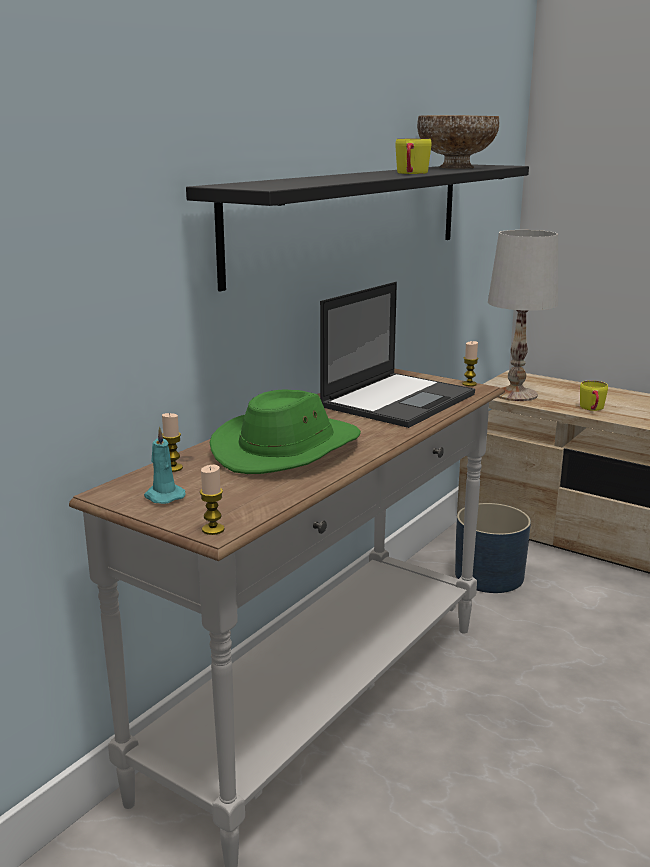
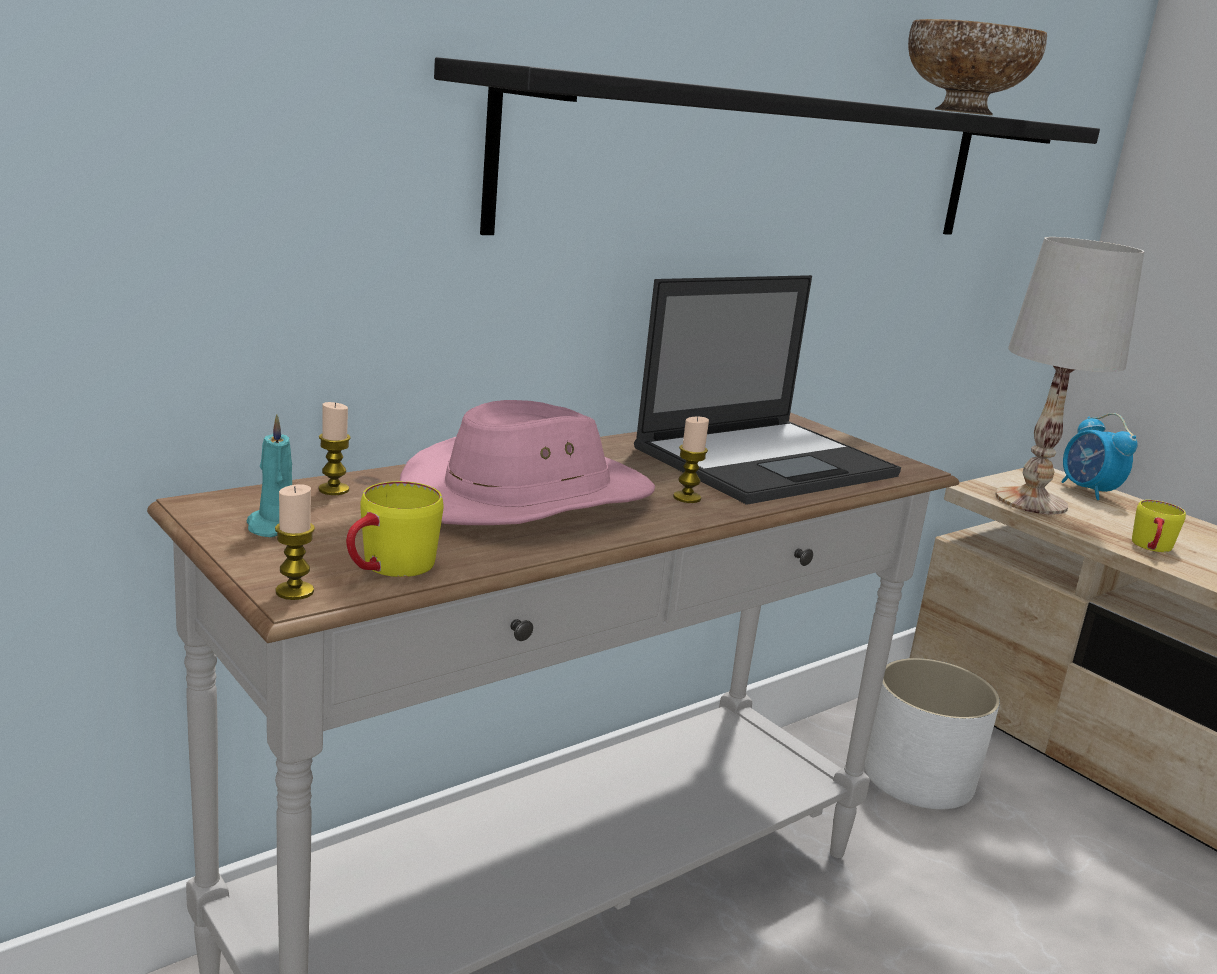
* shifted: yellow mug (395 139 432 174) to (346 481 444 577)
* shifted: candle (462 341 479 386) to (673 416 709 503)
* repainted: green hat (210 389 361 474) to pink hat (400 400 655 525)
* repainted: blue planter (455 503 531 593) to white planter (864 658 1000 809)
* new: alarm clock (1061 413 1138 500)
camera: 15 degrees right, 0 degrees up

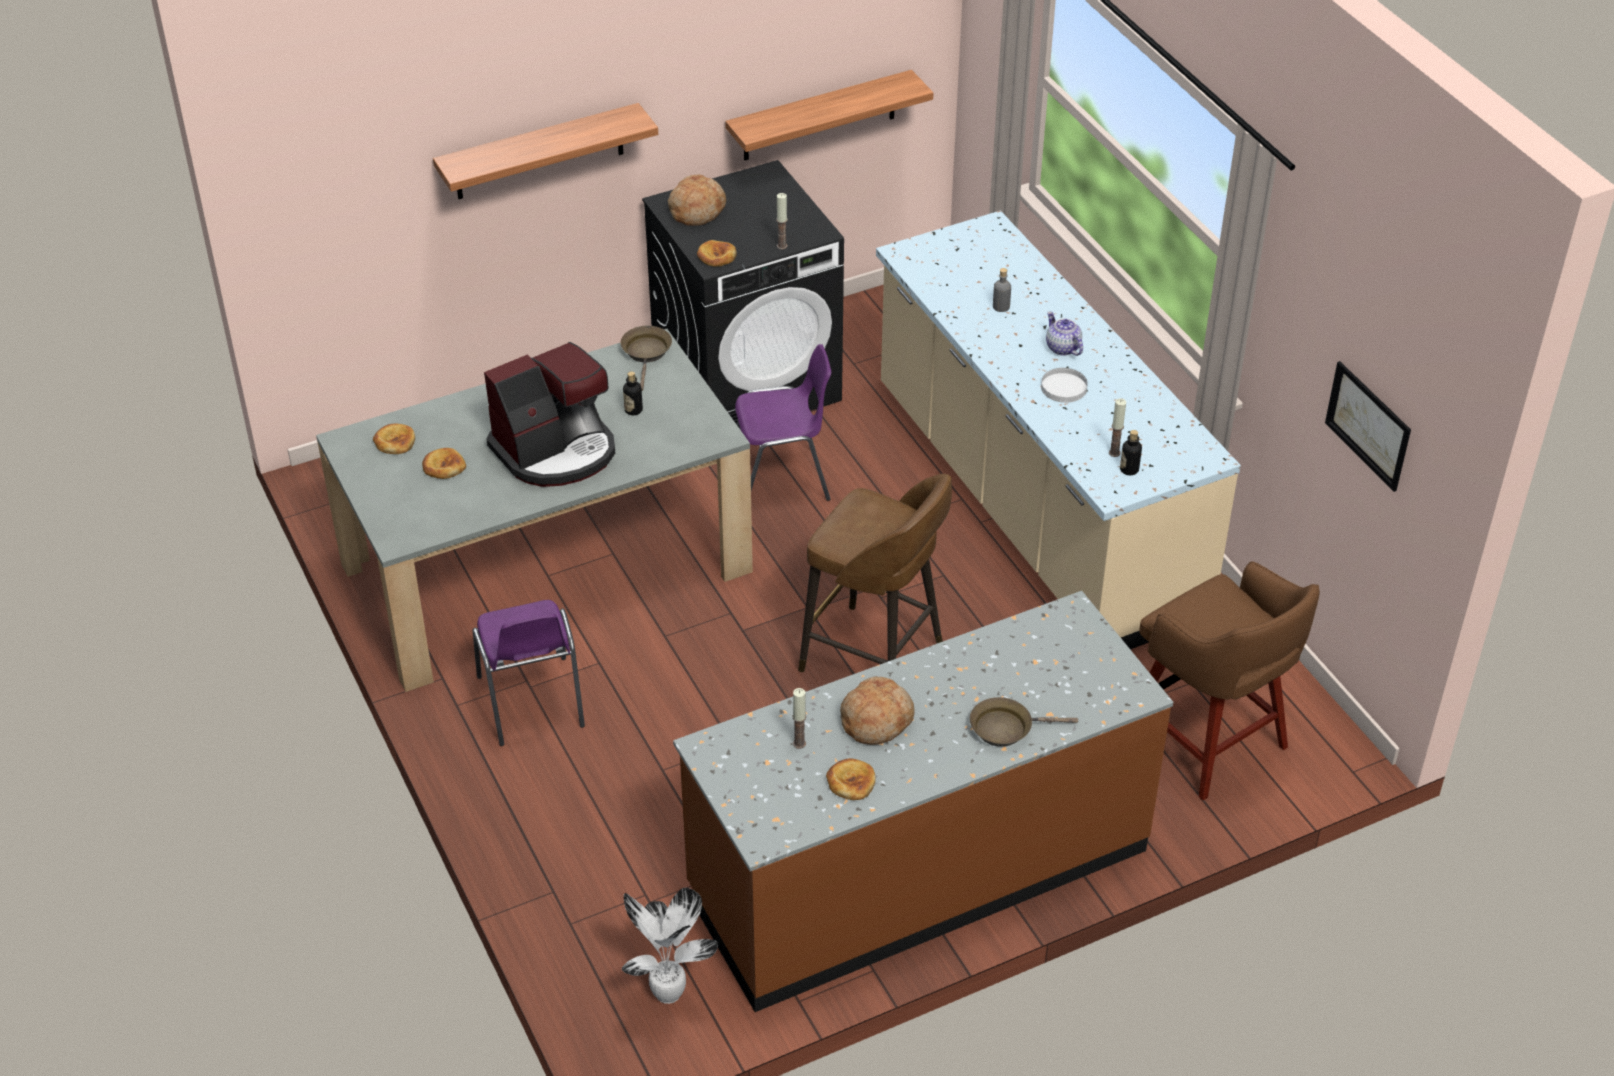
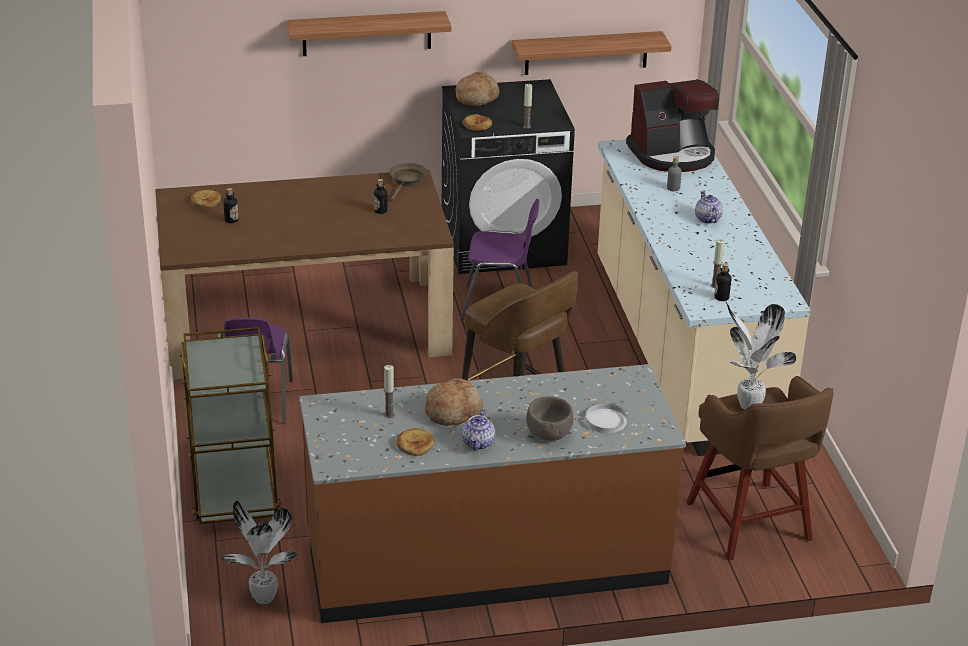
* repainted: grey dining table (316 329 753 692) to brown dining table (155 170 454 380)
* shifted: coffee machine (484 342 615 487) to (626 79 719 172)
* gone: picture (1325 361 1411 492)
* shifted: white plate (1041 368 1088 403) to (586 404 627 433)
* swapped: bread (422 448 466 479) to bottle (224 188 238 223)
* swapped: brown frying pan (970 697 1078 747) to brown bowl (526 396 574 441)
* new: potted plant (725 301 796 410)
* new: brown cart (179 327 281 524)
* new: teapot (462 409 495 450)
camera: 15 degrees right, 10 degrees down

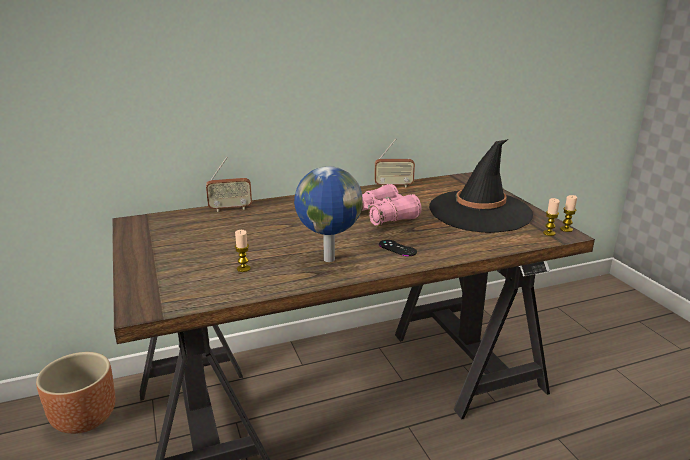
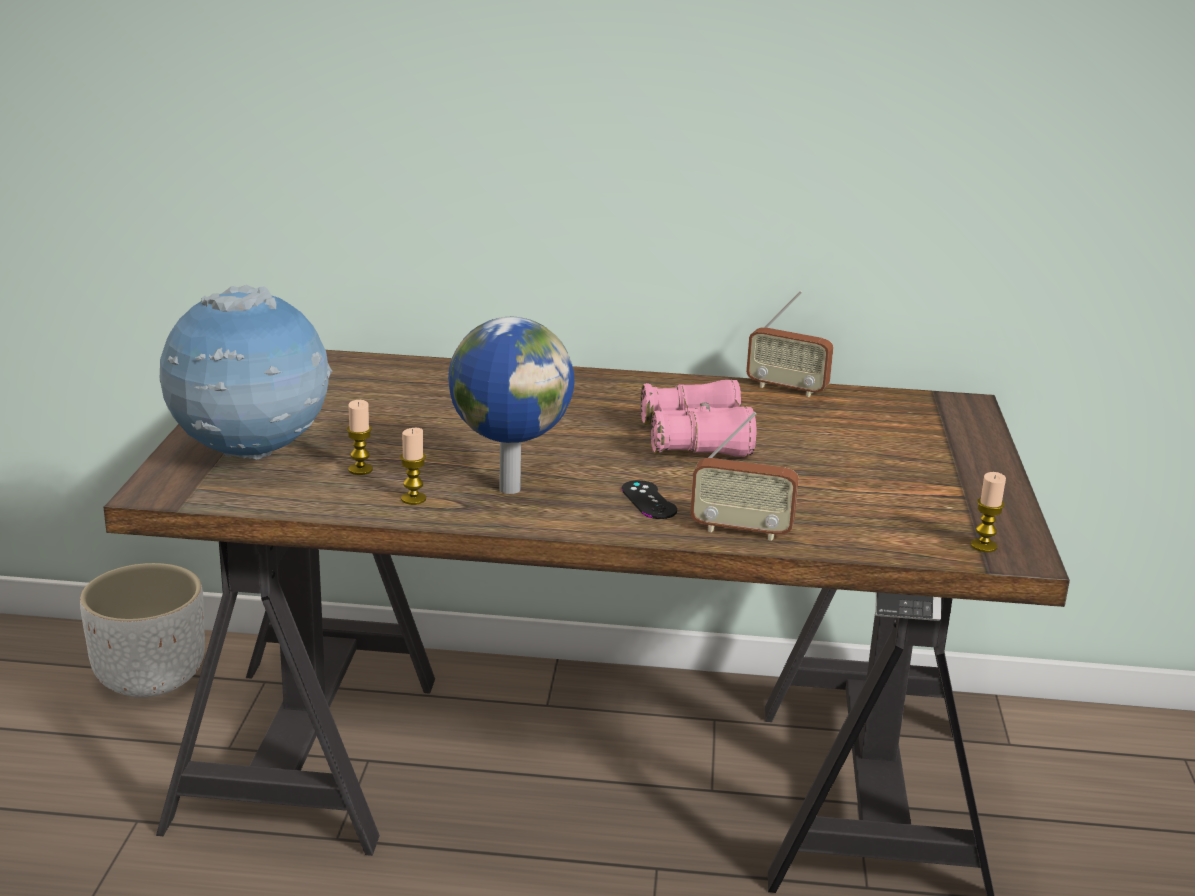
* gone: black hat (429 139 533 233)
* shifted: radio (206 157 252 212) to (690 412 799 541)
* shifted: candle (560 195 577 232) to (400 428 426 505)
* repainted: brown planter (36 352 115 434) to white planter (80 563 205 697)
* new: globe (160 285 332 460)
camera: 25 degrees right, 0 degrees up

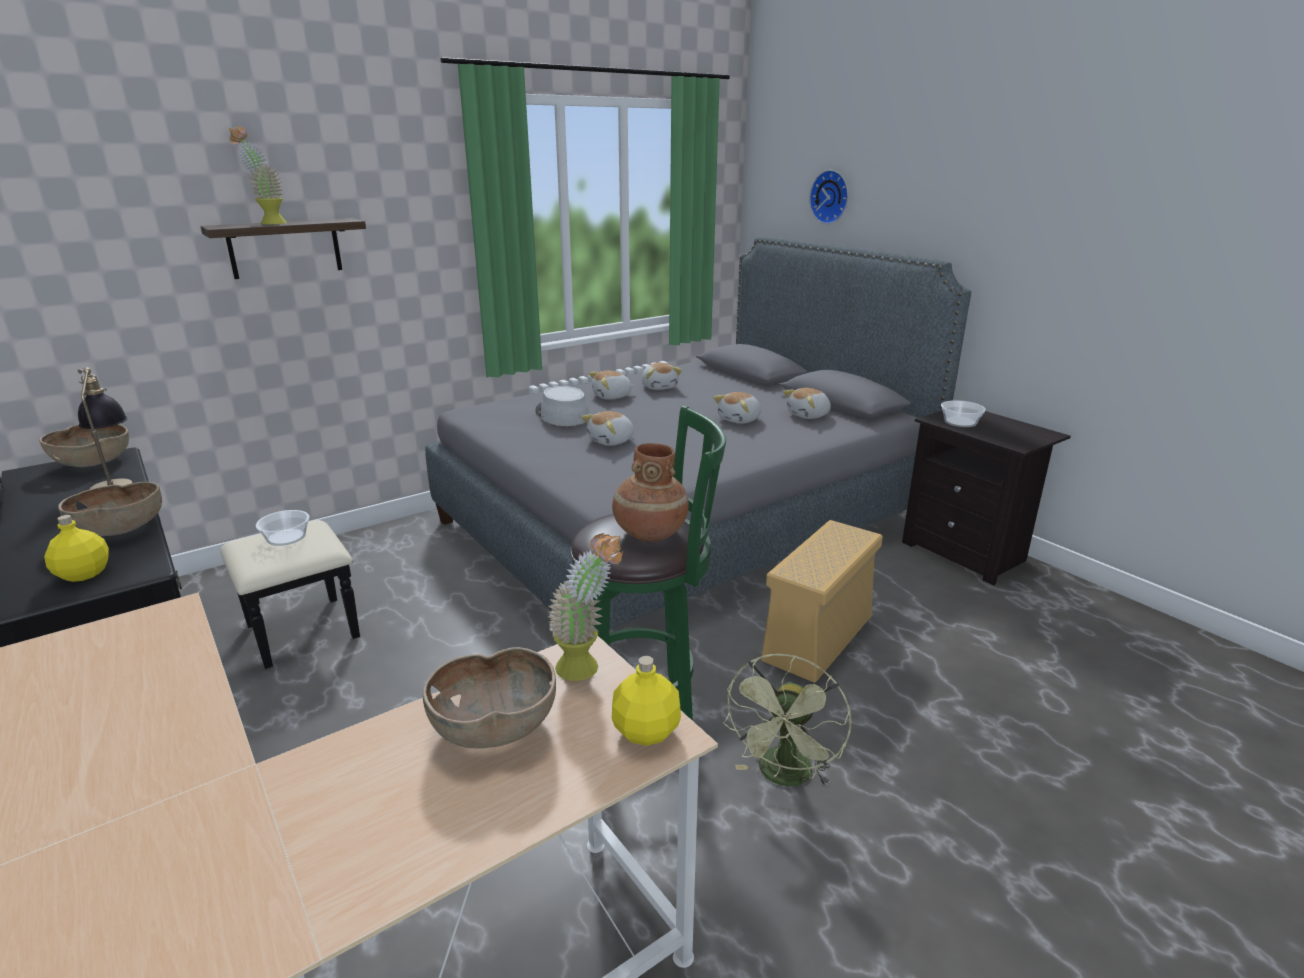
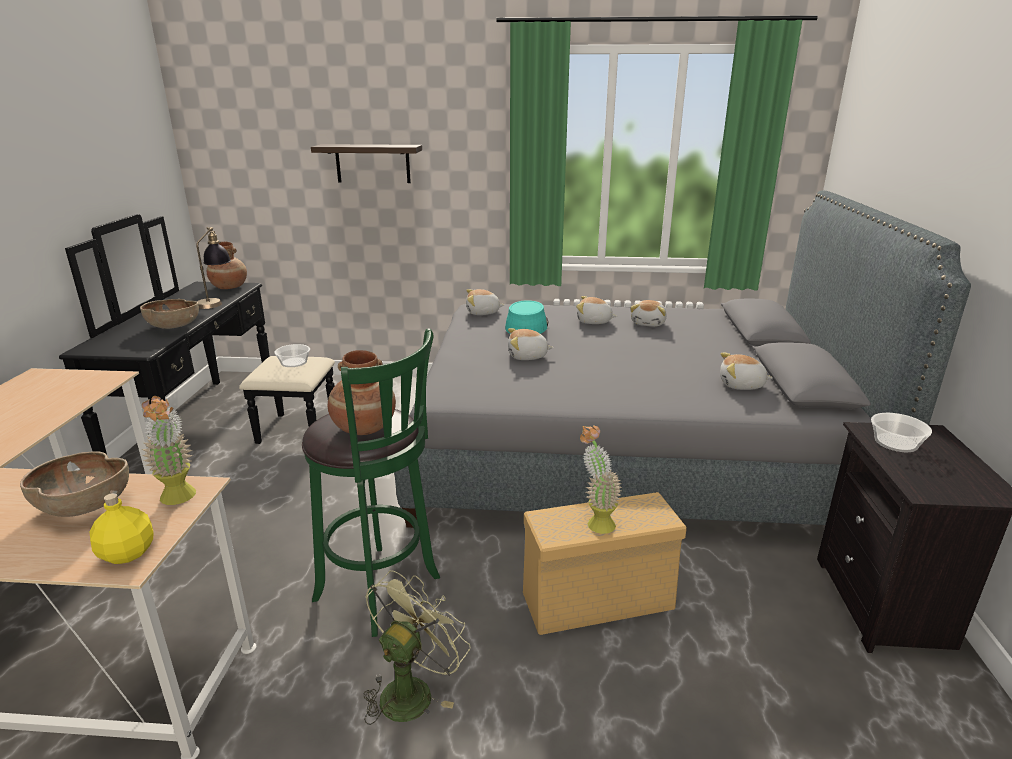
* shifted: potted plant (229 127 287 225) to (580 425 622 534)
* gone: wall clock (809 170 848 224)
* repainted: grey hat (536 386 589 426) to turquoise hat (505 300 549 334)
* shifted: plush toy (714 392 761 424) to (466 289 504 315)
* swapped: brown bowl (39 424 129 467) to brown vase (207 242 247 289)
* gone: yellow bottle (44 515 109 582)
* rotated: green fan (723 654 851 786) = (364 570 470 725) 150 degrees clockwise
camera: 40 degrees right, 0 degrees up

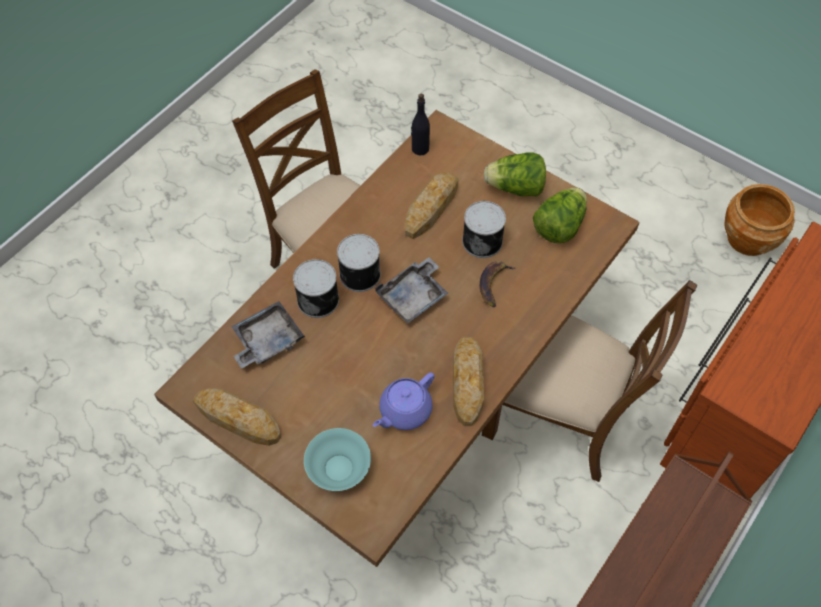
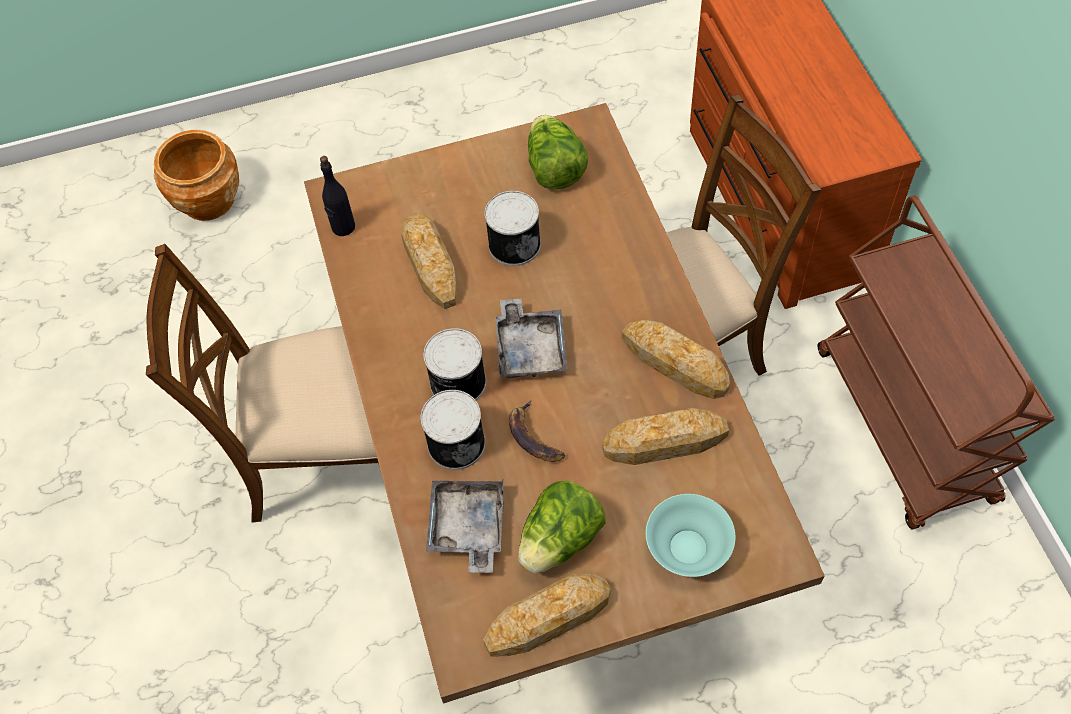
* shifted: lettuce (484 153 546 196) to (518 480 606 573)
* shifted: brown planter (724 184 795 256) to (154 129 239 221)
* shifted: banana (480 261 516 307) to (509 400 565 462)
* swapped: purple teapot (373 372 435 430) to bread (602 408 729 465)
camera: 50 degrees left, 0 degrees up

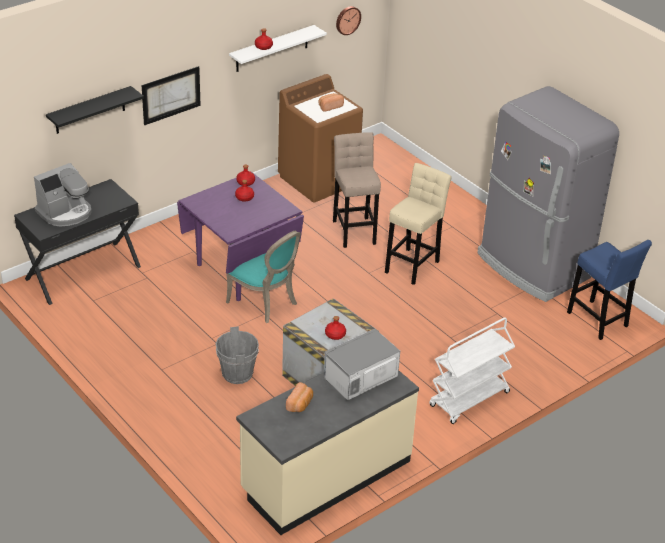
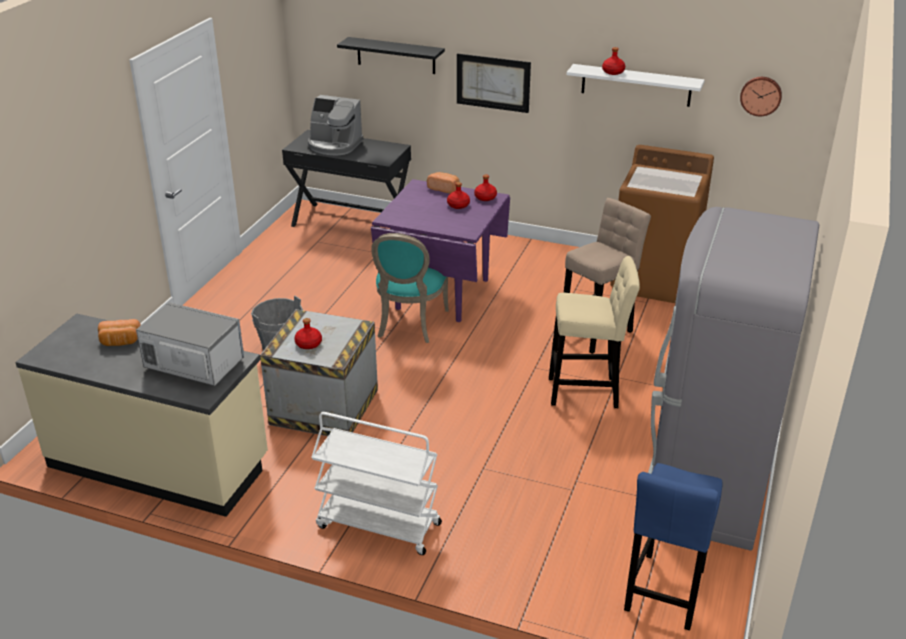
* shifted: bread (318 93 344 112) to (427 172 459 194)
camera: 60 degrees right, 5 degrees down

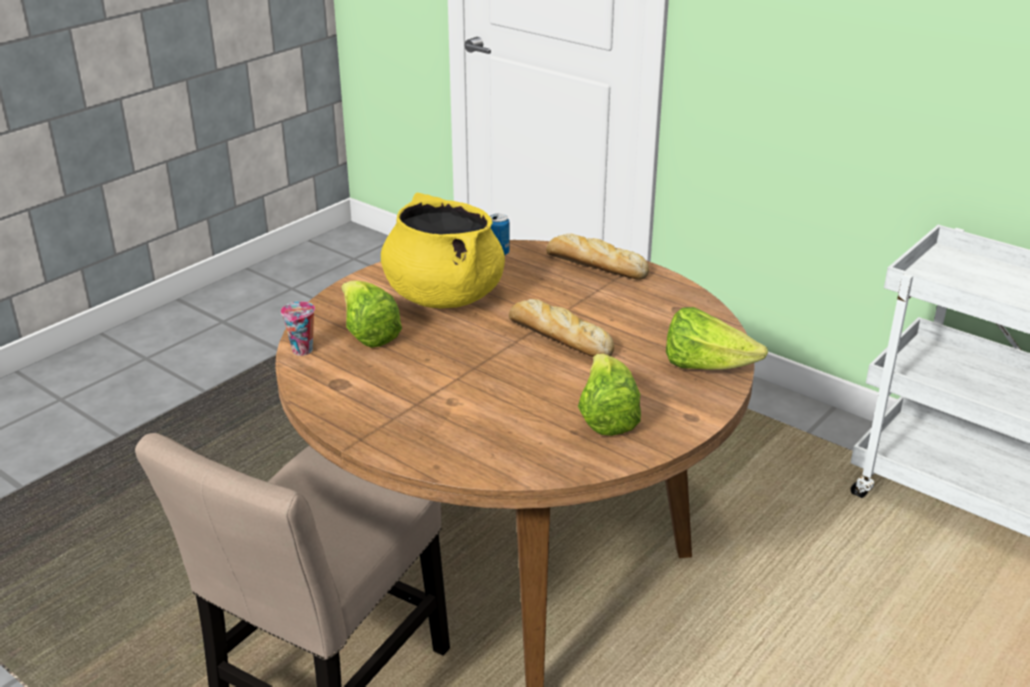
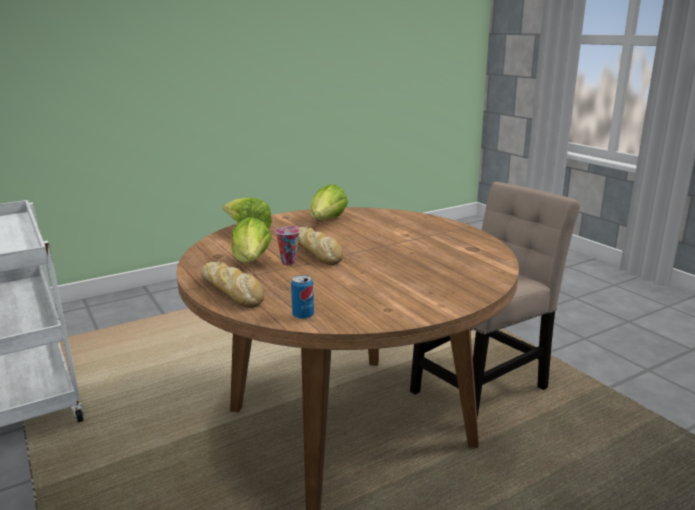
* gone: yellow cooking pot (381 193 505 308)
* shifted: lettuce (341 280 402 348) to (232 217 272 263)
* shifted: cup (281 301 315 356) to (275 226 300 265)
camera: 160 degrees left, 10 degrees down

